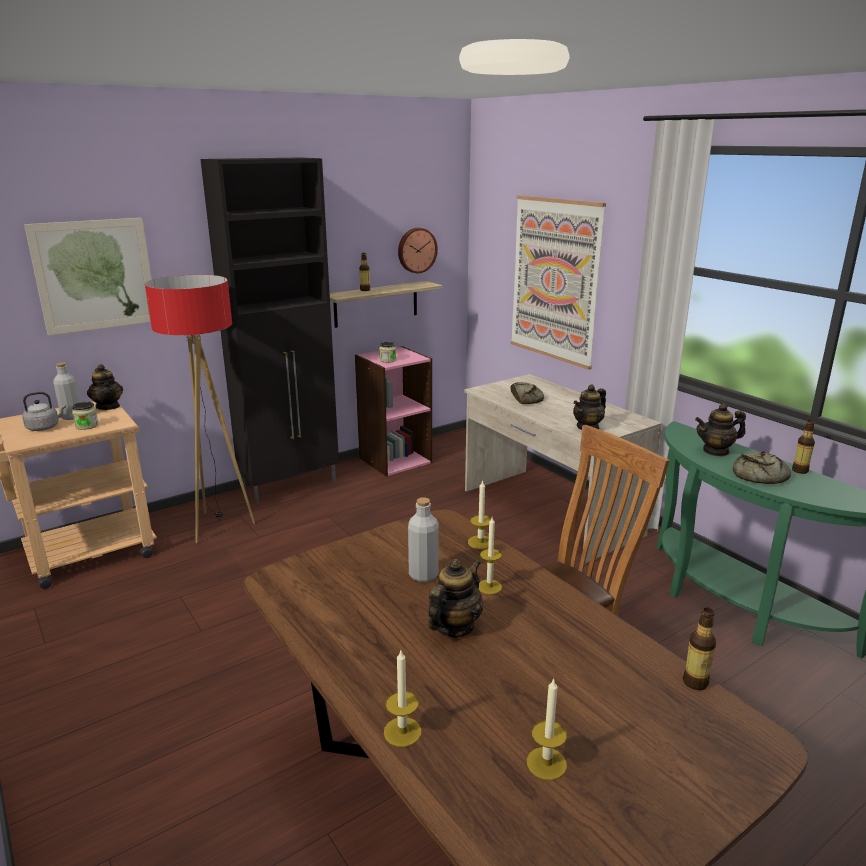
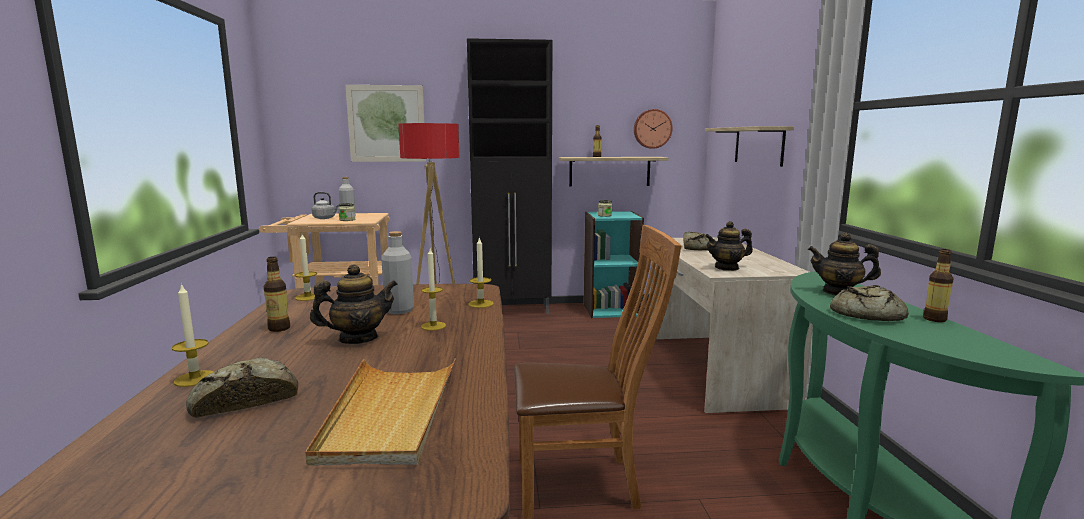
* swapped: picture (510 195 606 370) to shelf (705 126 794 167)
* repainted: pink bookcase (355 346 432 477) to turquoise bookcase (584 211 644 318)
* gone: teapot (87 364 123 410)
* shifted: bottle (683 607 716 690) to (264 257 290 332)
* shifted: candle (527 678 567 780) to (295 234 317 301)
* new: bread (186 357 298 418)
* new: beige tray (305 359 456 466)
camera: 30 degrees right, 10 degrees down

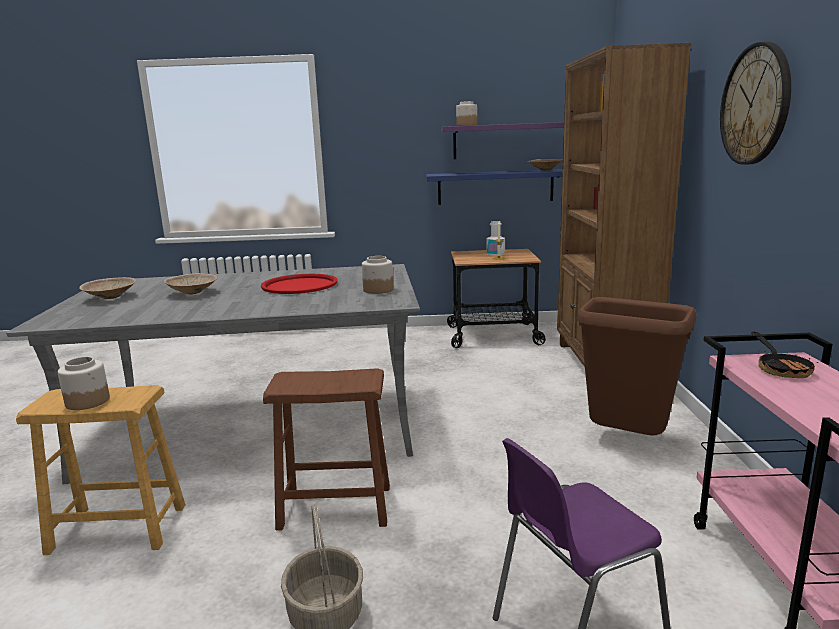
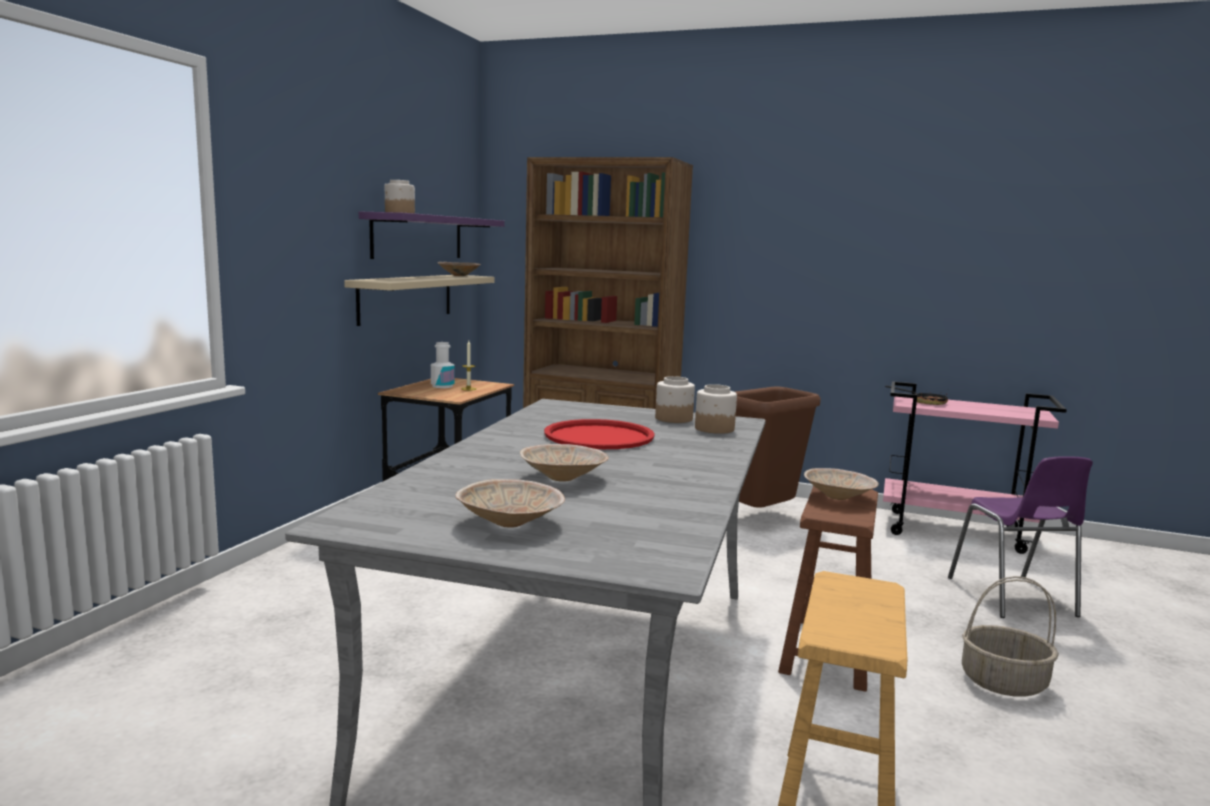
* gone: wall clock (720 42 791 165)
* repainted: blue shelf (426 169 562 205) to beige shelf (344 275 494 326)
* shifted: jar (58 357 110 410) to (695 384 737 434)
* new: beige bowl (804 468 879 500)
camera: 70 degrees left, 5 degrees down

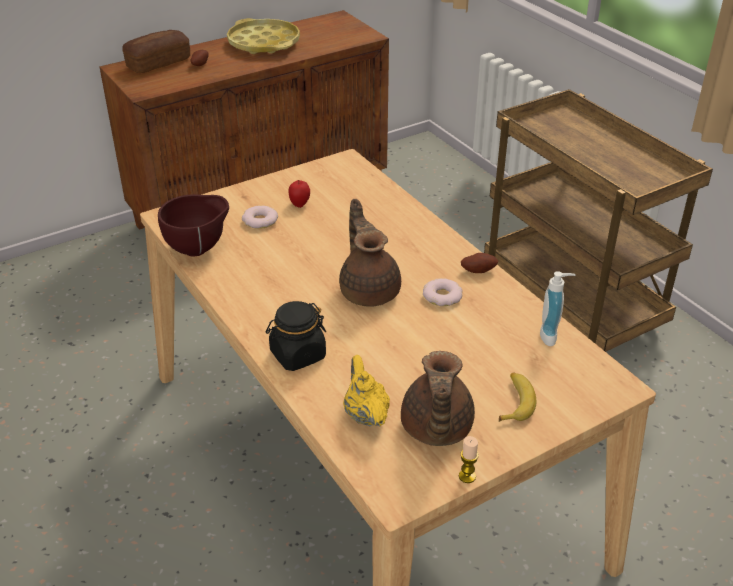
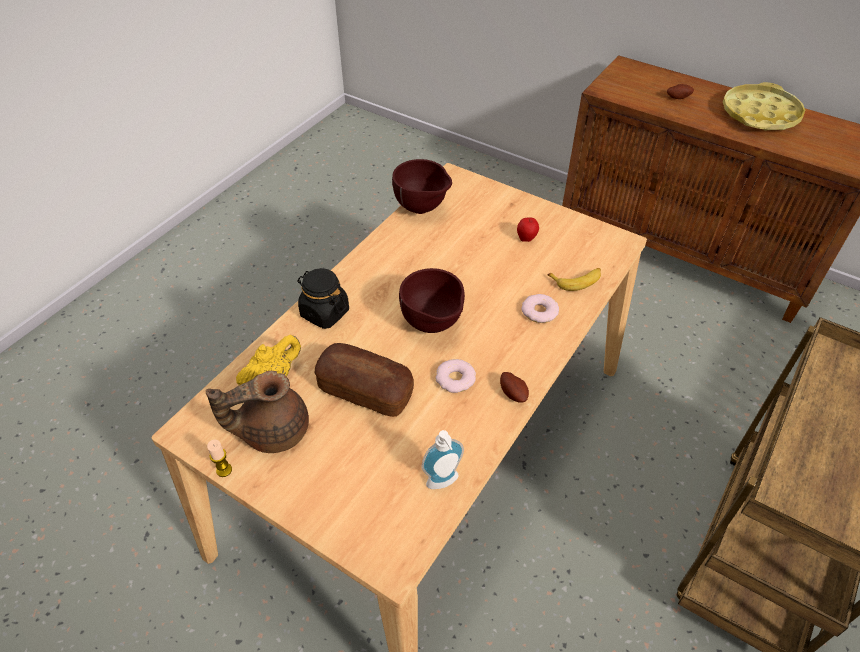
* shifted: bread (122 30 190 73) to (315 343 414 417)
* swapped: brown teapot (339 199 401 307) to brown bowl (399 268 465 333)
* shifted: donut (242 205 278 229) to (521 294 559 323)
* shifted: banana (499 372 536 422) to (548 268 601 291)
camera: 65 degrees right, 10 degrees up

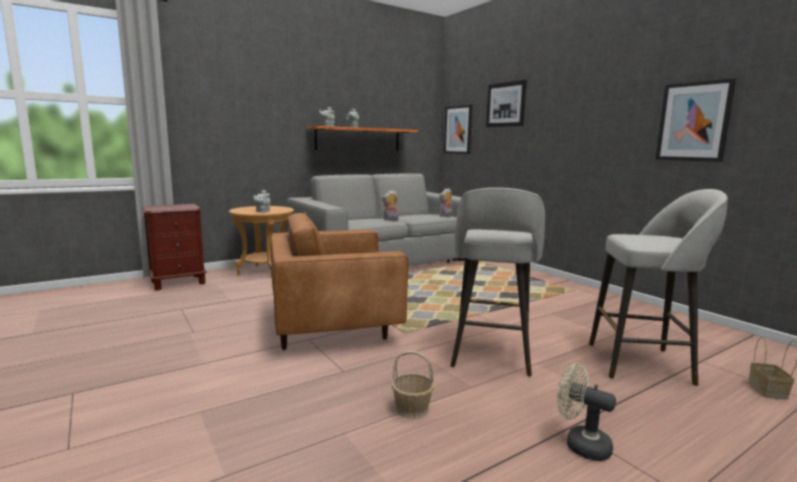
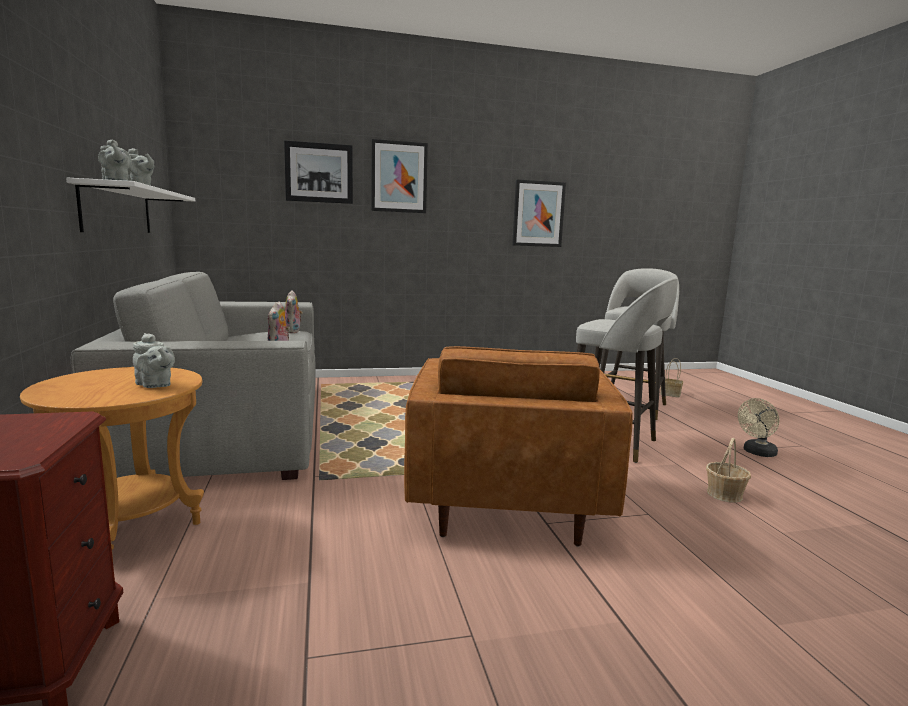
* shifted: picture (444 105 472 154) to (371 139 428 213)
* repainted: orange shelf (307 126 418 151) to white shelf (66 177 195 233)
camera: 70 degrees left, 0 degrees up

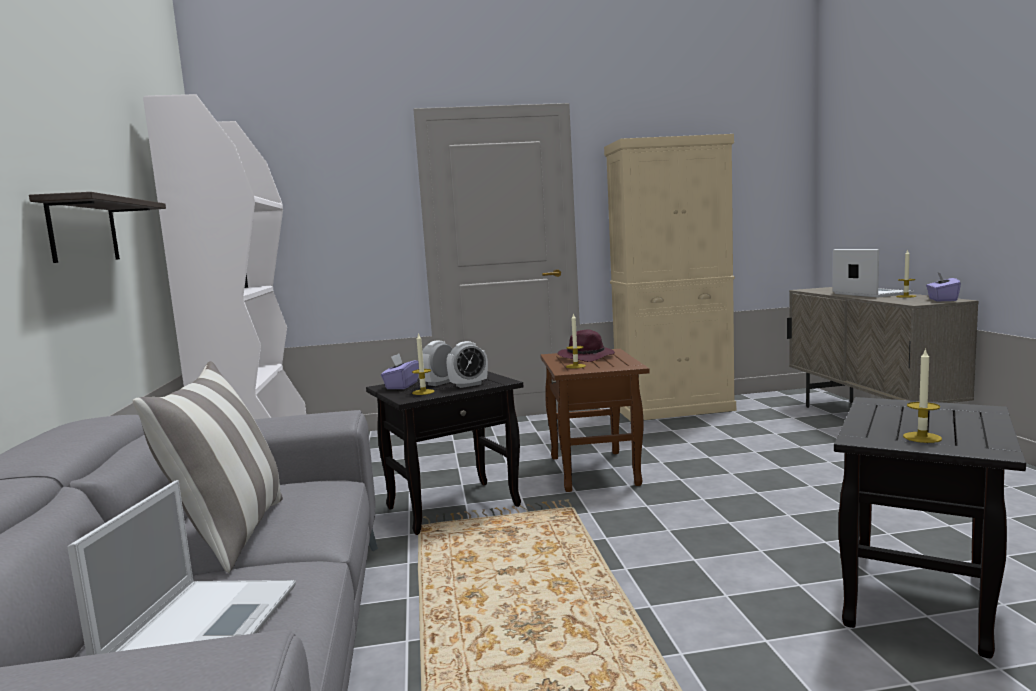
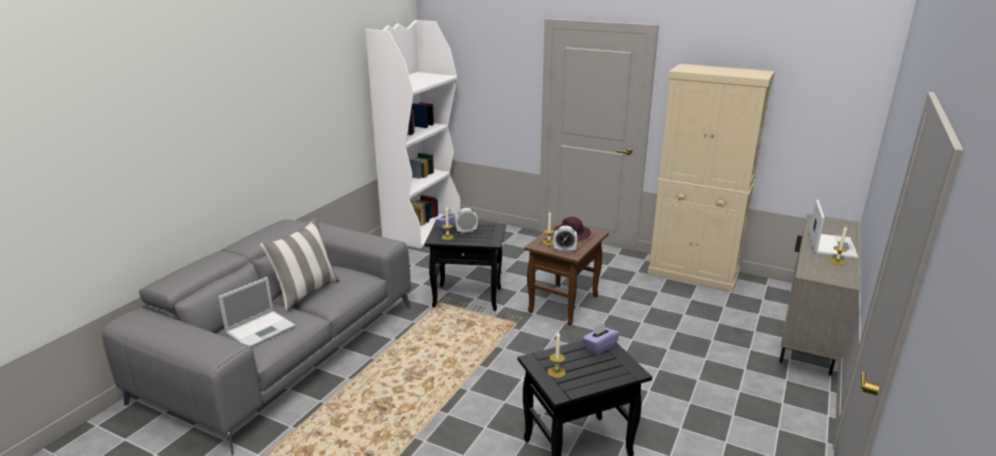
* gone: shelf (29 192 166 263)
* shifted: purple tissue box (926 273 961 301) to (583 323 620 356)
* shifted: alarm clock (447 341 488 388) to (553 226 577 252)
camera: 35 degrees right, 15 degrees up

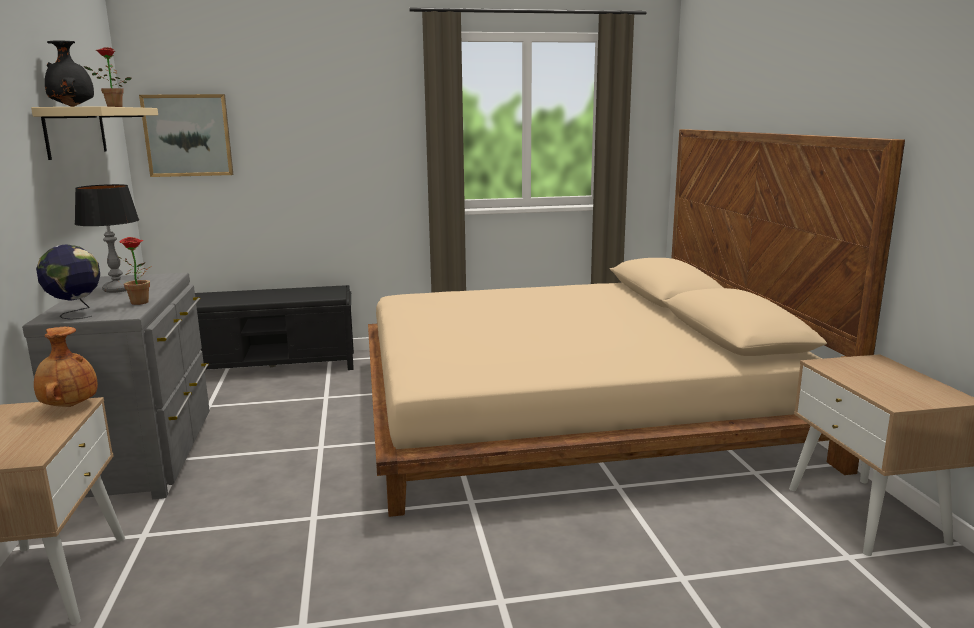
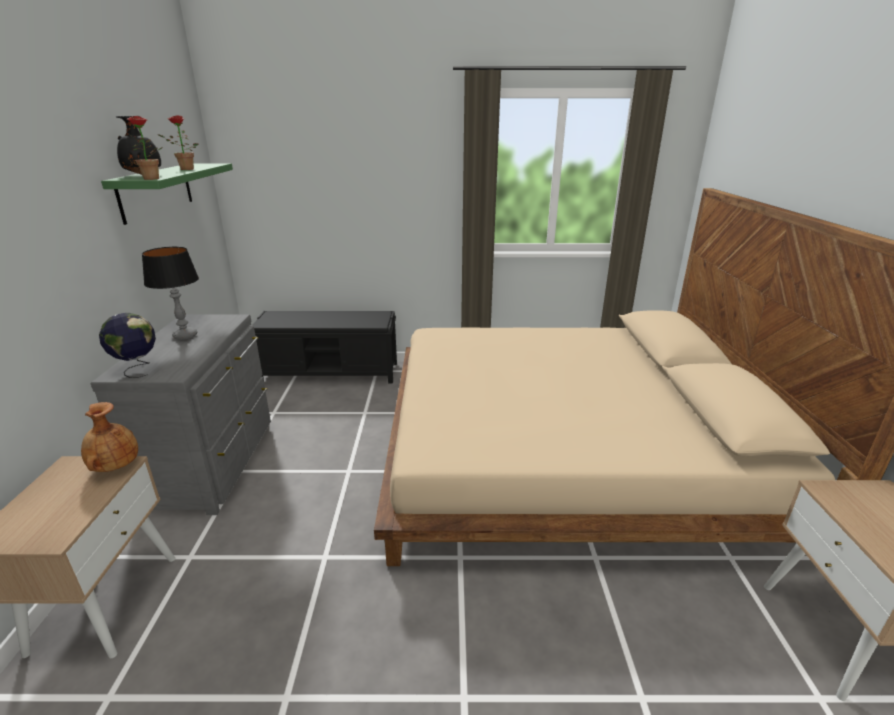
* gone: picture (139 94 233 177)
* repainted: beige shelf (31 106 158 160) to green shelf (101 163 233 225)
* shifted: potted plant (117 237 151 305) to (126 116 163 180)
camera: 10 degrees right, 10 degrees up

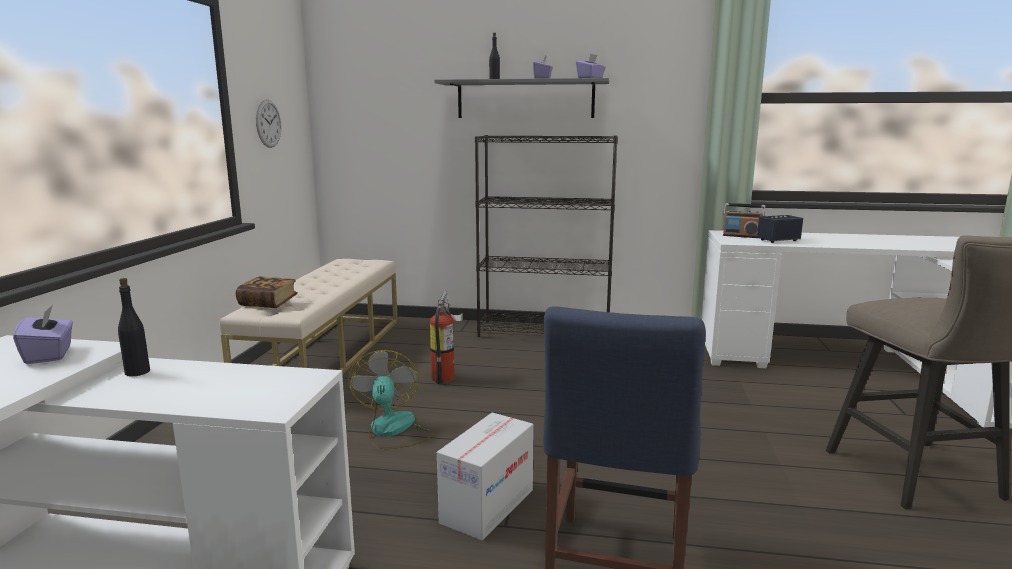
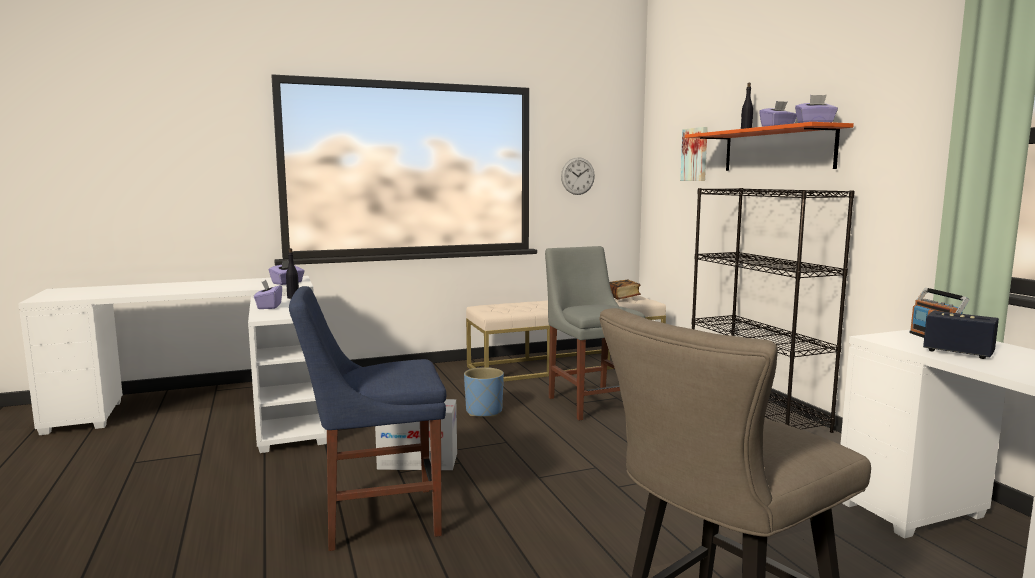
* repainted: grey shelf (434 78 609 118) to orange shelf (685 122 854 171)
* shifted: book (236 276 298 308) to (609 280 641 300)
* swapped: fire extinguisher (430 291 463 384) to grey chair (545 246 645 420)
* swapped: fan (348 350 434 449) to blue planter (464 367 504 417)
* new: picture (680 127 708 181)
* new: purple tissue box (254 280 282 309)
camera: 60 degrees right, 5 degrees down

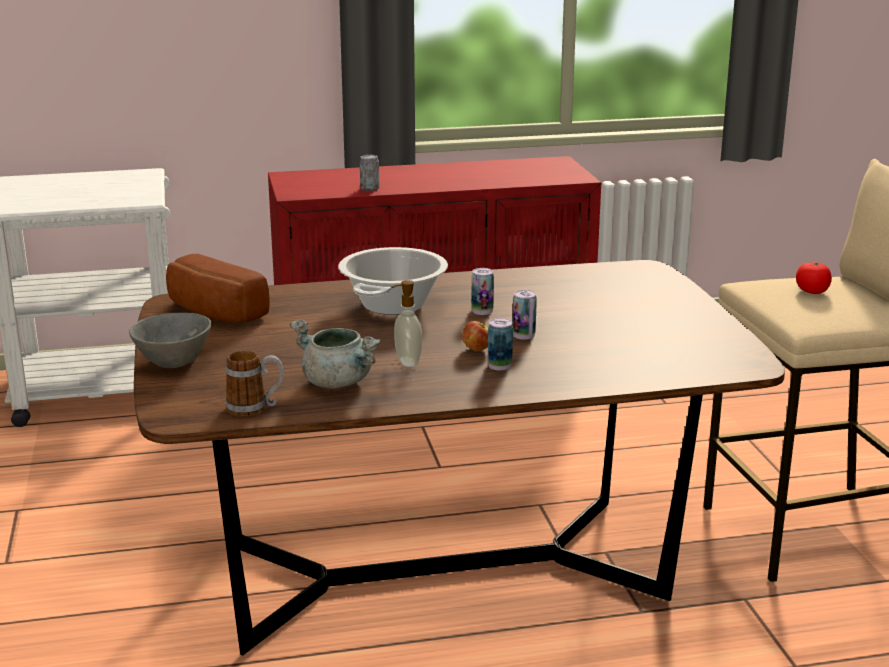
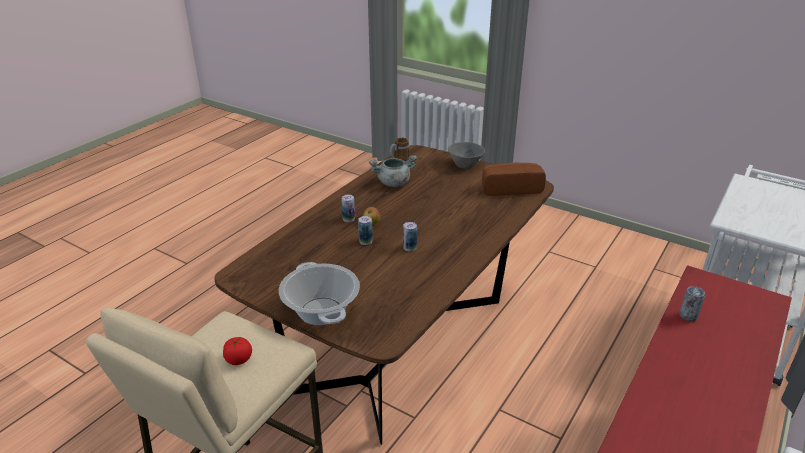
* shifted: cooking pot (338 247 448 315) to (279 262 360 325)
* gone: soap dispenser (391 280 422 367)
camera: 135 degrees right, 10 degrees up

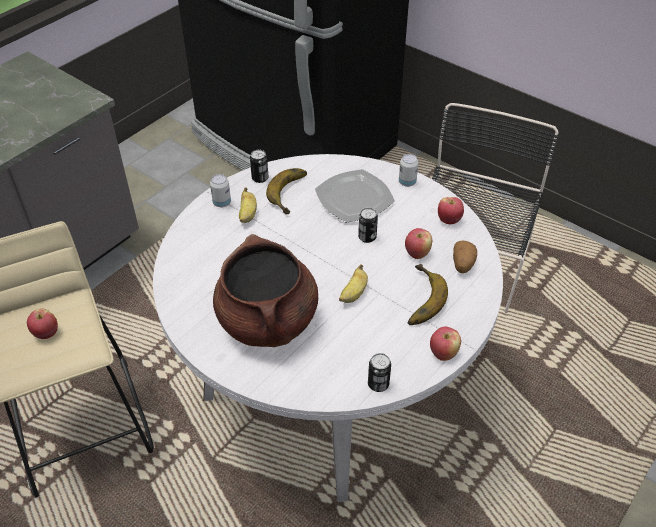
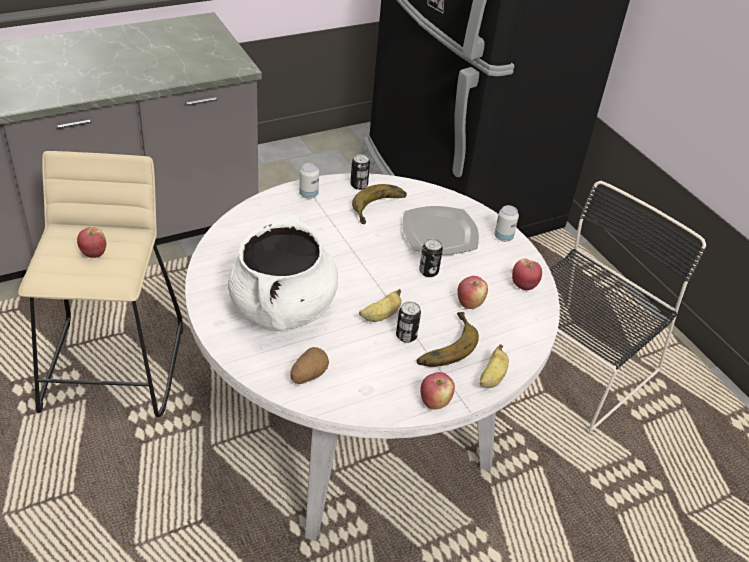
* shifted: banana (239 187 257 223) to (480 344 509 388)
* repainted: brown cooking pot (213 234 318 347) to white cooking pot (228 215 338 331)
* shifted: potato (453 240 477 273) to (290 347 329 384)
* shifted: can (368 353 391 392) to (396 301 421 343)
camera: 20 degrees right, 5 degrees down

